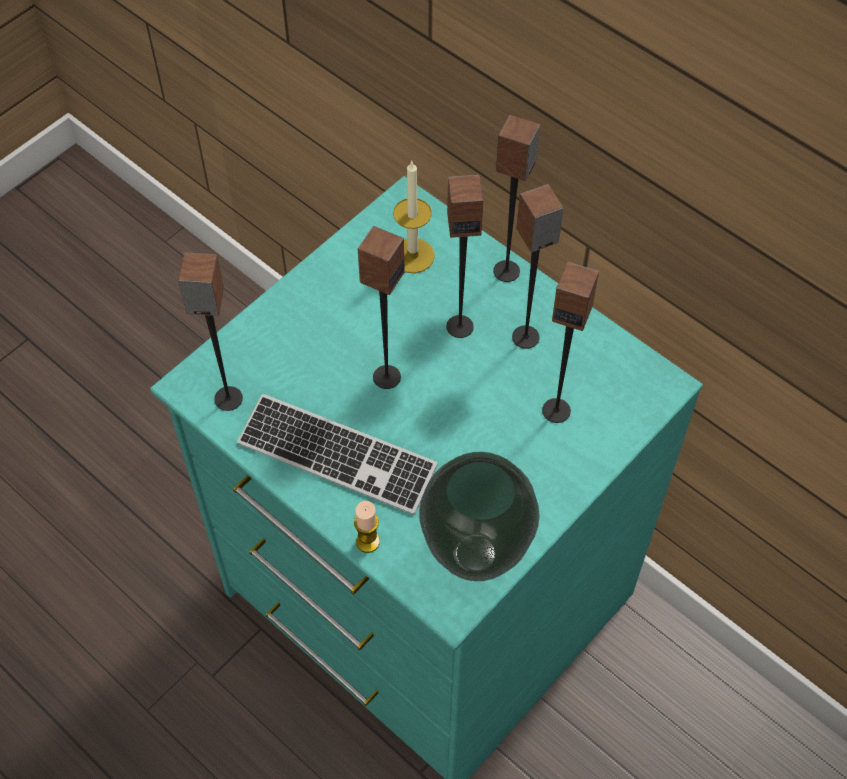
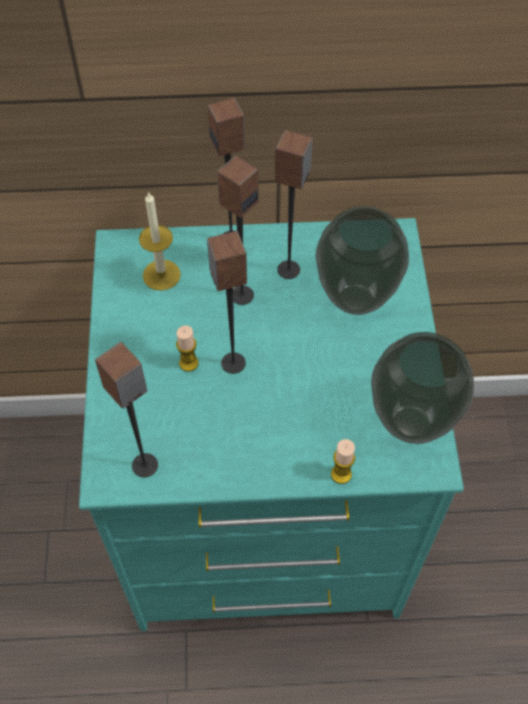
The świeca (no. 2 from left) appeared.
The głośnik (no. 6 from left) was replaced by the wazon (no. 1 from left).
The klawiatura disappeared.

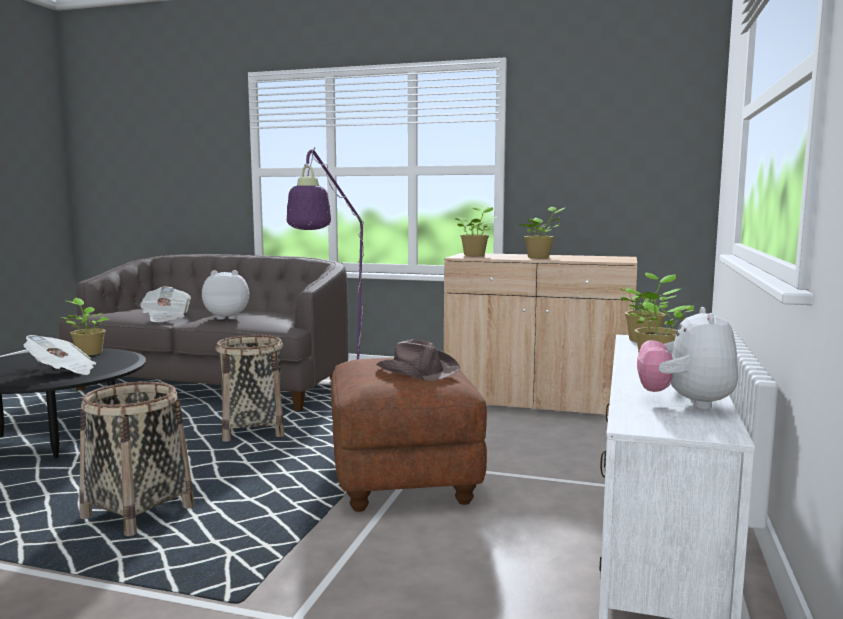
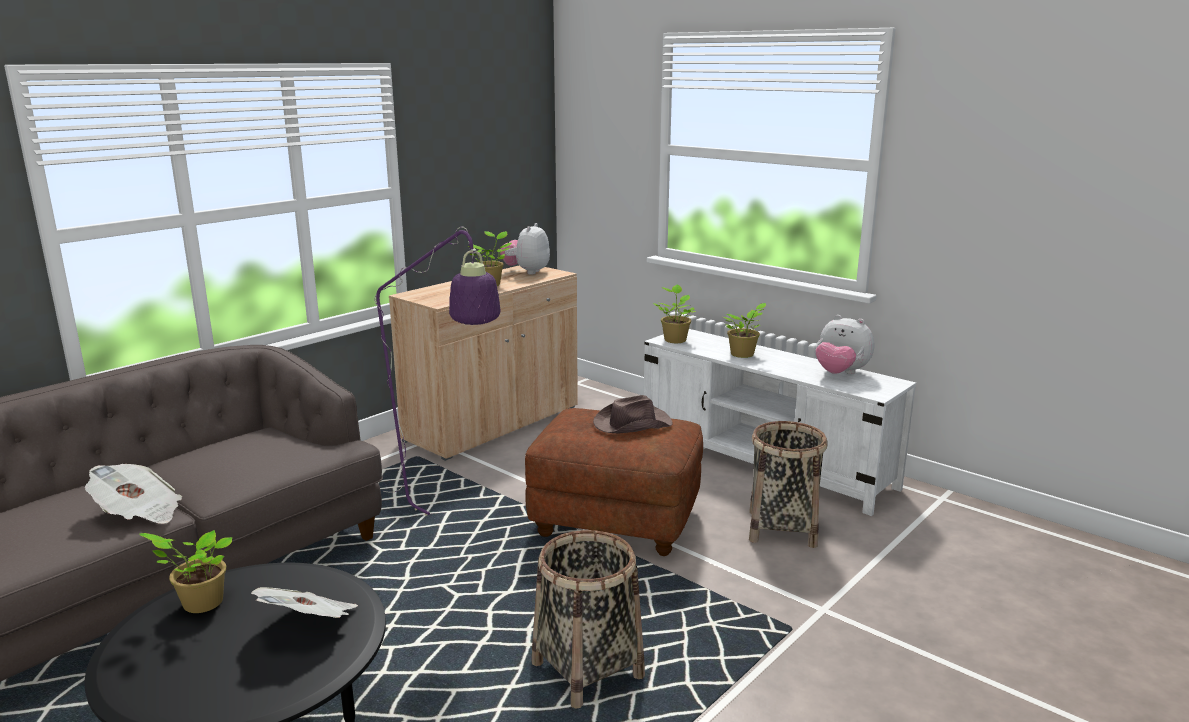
The pluszak (no. 1 from left) moved.
The koszyk (no. 2 from left) moved.
The roślina doniczkowa (no. 2 from left) disappeared.

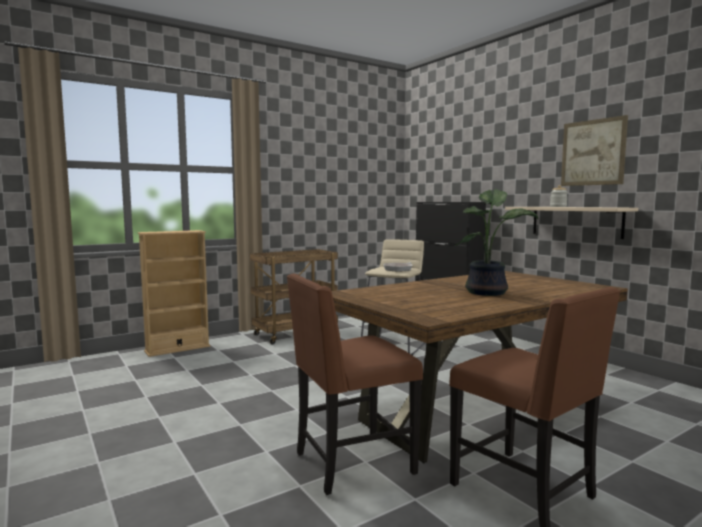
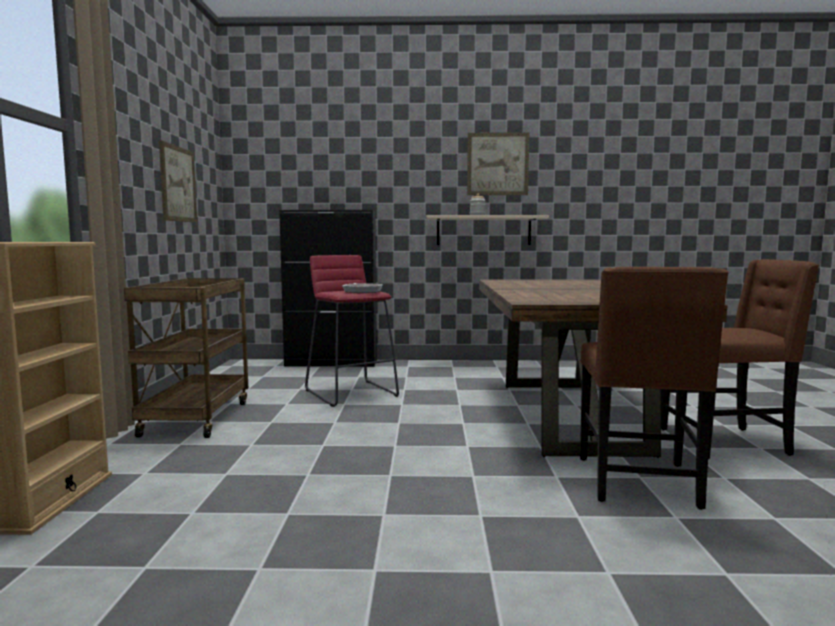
The obraz (no. 1 from left) appeared.
The stołek (beżowy) became the stołek (czerwony).
The roślina doniczkowa disappeared.

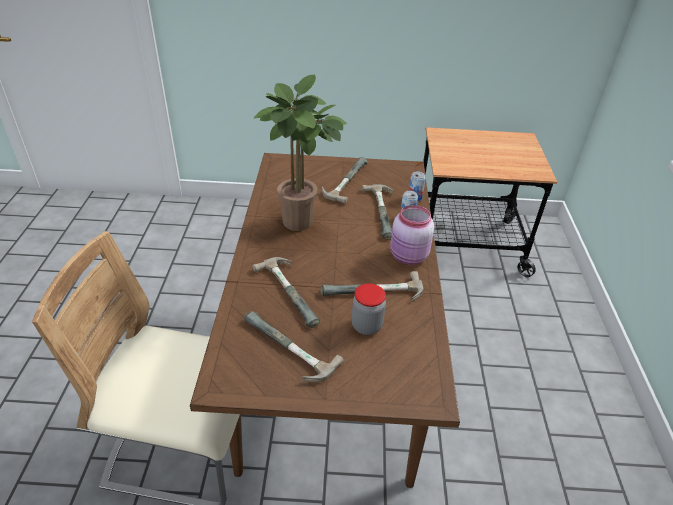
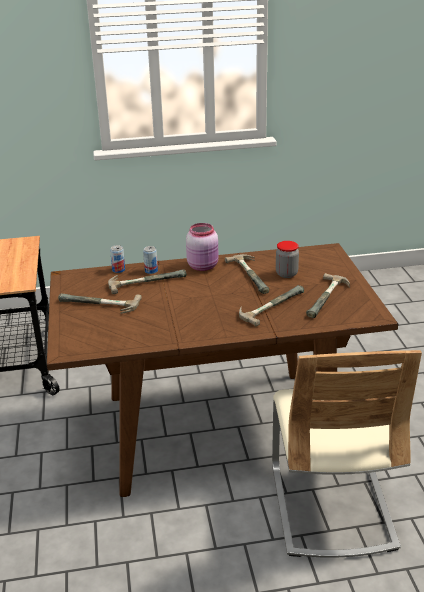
The roślina doniczkowa disappeared.

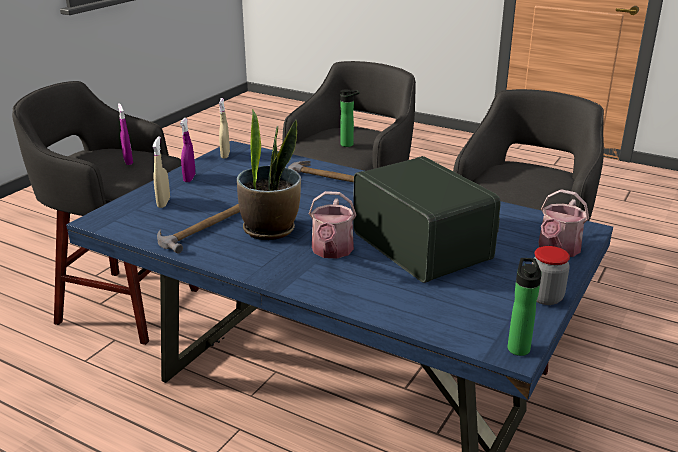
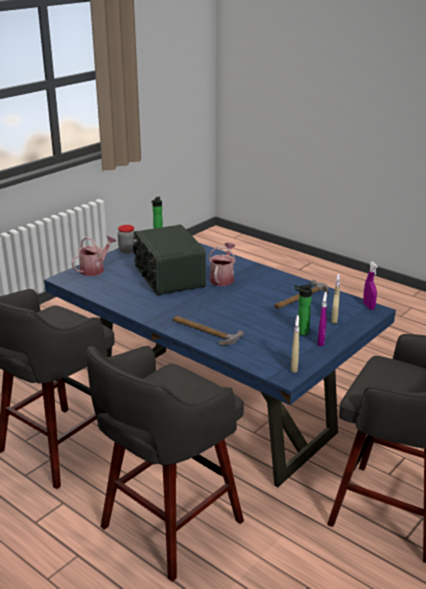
The butelka (no. 1 from left in the first image) moved.
The spryskiwacz (fioletowy) (no. 1 from left in the first image) moved.
The roślina doniczkowa disappeared.

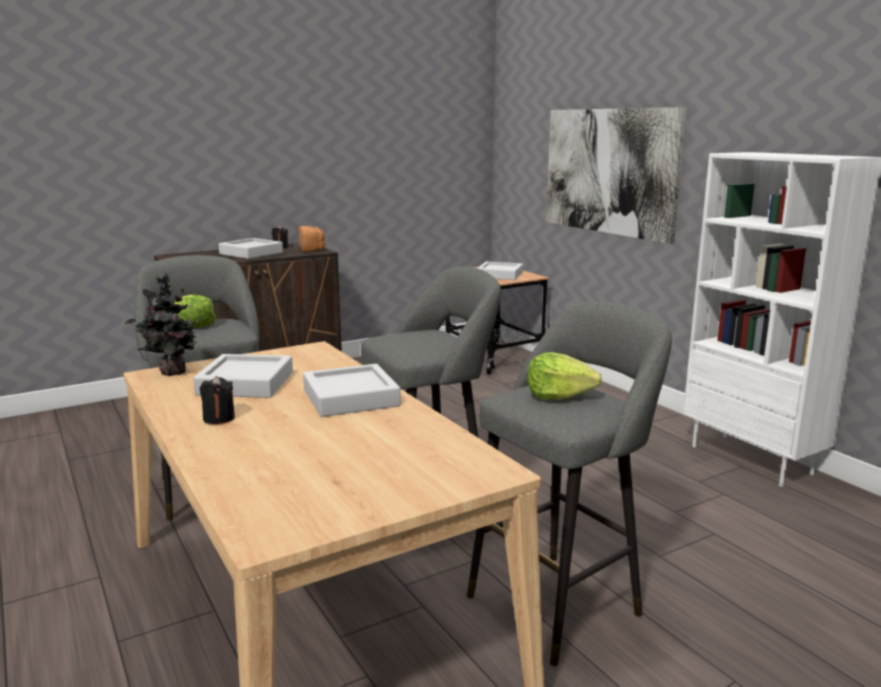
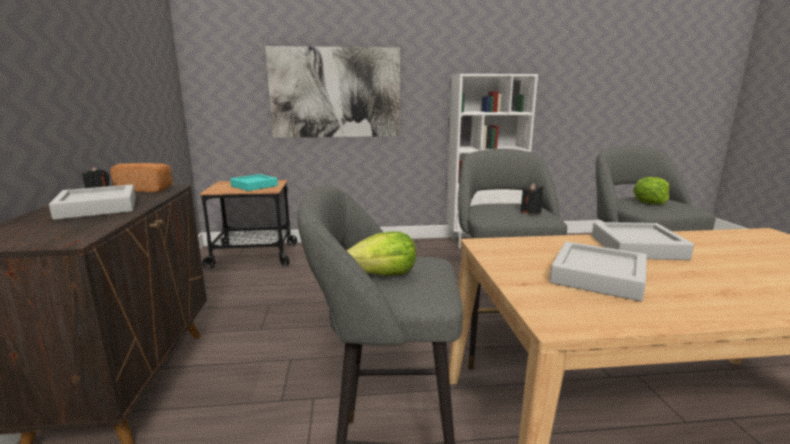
The taca (szary) (no. 4 from left) became the taca (turkusowy).
The świeca (czarny) (no. 1 from left in the first image) moved.
The roślina doniczkowa disappeared.

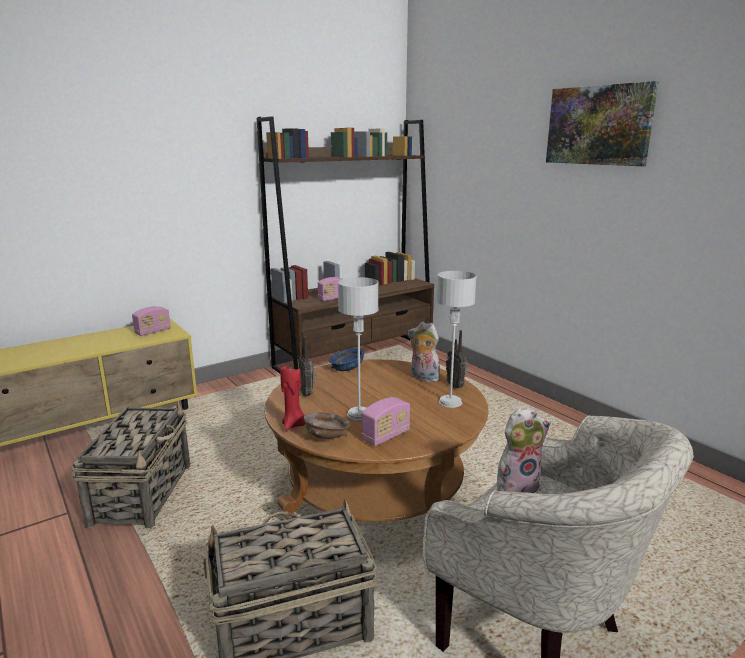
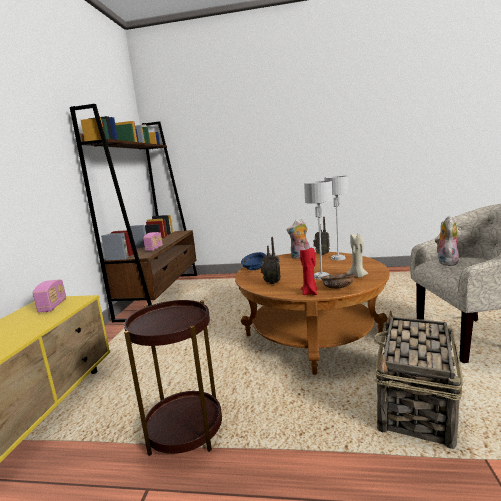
The koszyk (no. 1 from left) was replaced by the stolik (brązowy).
The radio (no. 4 from left) was replaced by the świeca (beżowy).
The obraz disappeared.

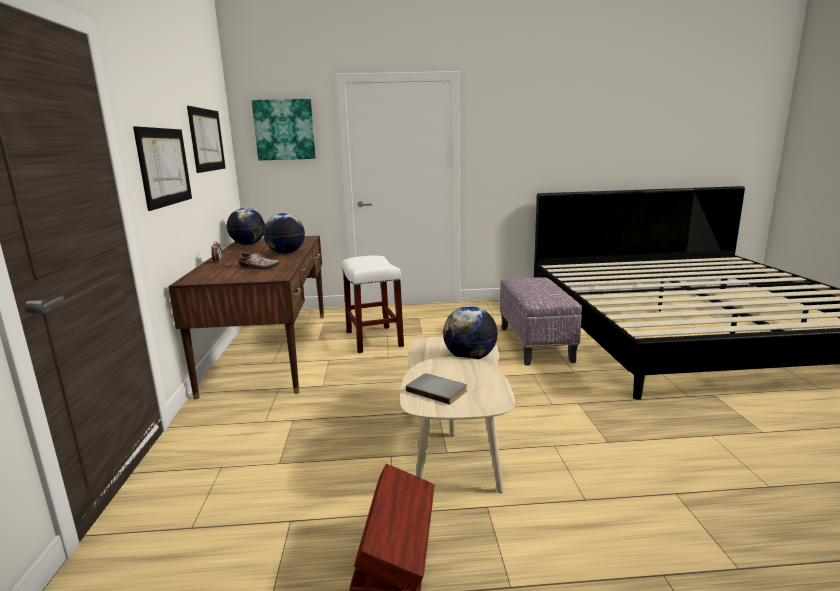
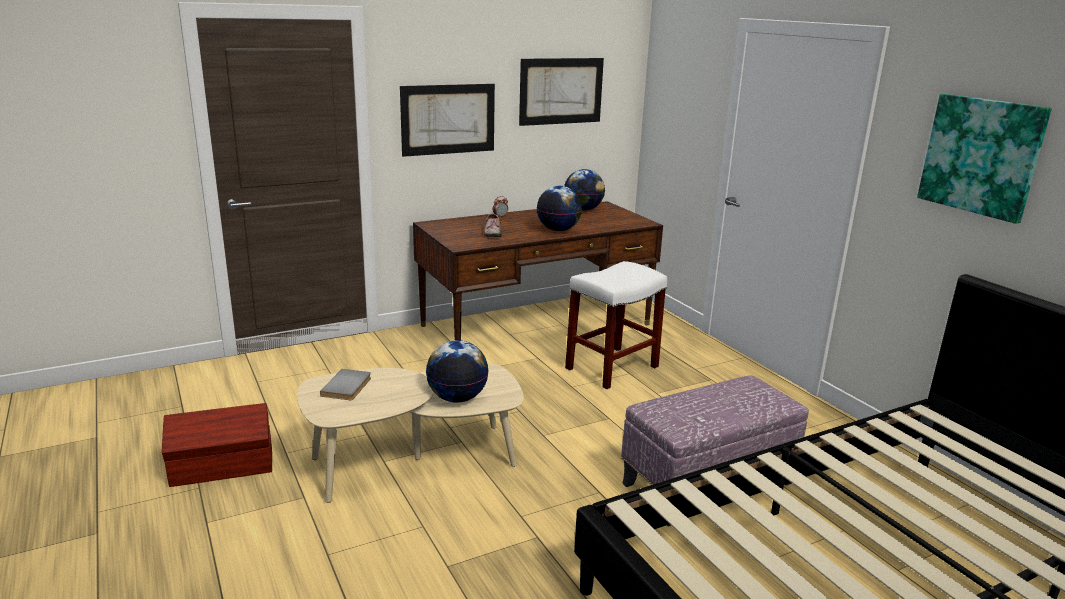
The obraz (no. 3 from left) moved.

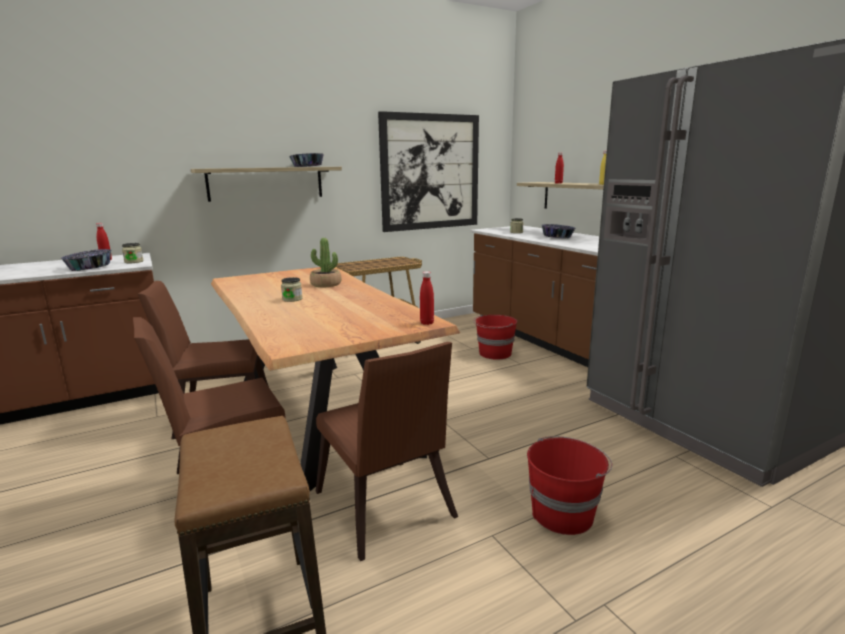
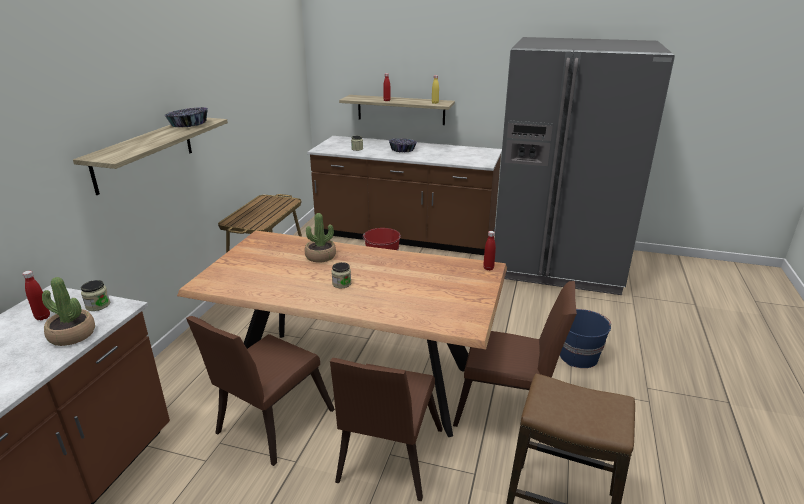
The miska (no. 1 from left) was replaced by the roślina doniczkowa (no. 1 from left).
The wiadro (czerwony) (no. 2 from left) became the wiadro (niebieski).
The obraz disappeared.

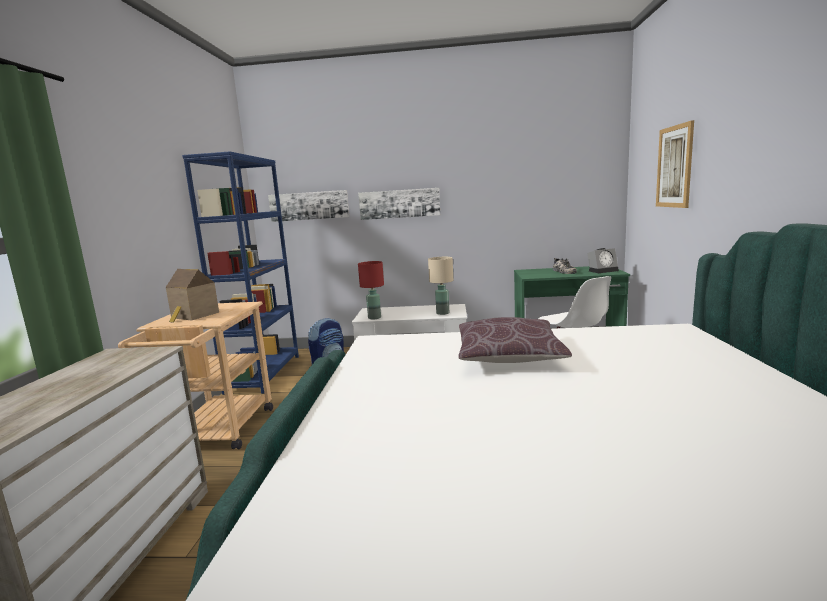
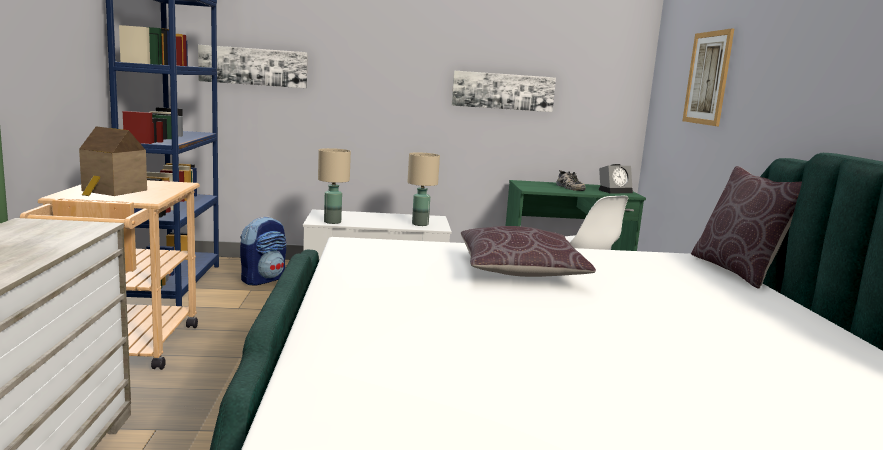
The lampa stołowa (czerwony) became the lampa stołowa (beżowy) (no. 1 from left).
The obraz (no. 2 from left) moved.
The poduszka (brązowy) (no. 2 from left) appeared.

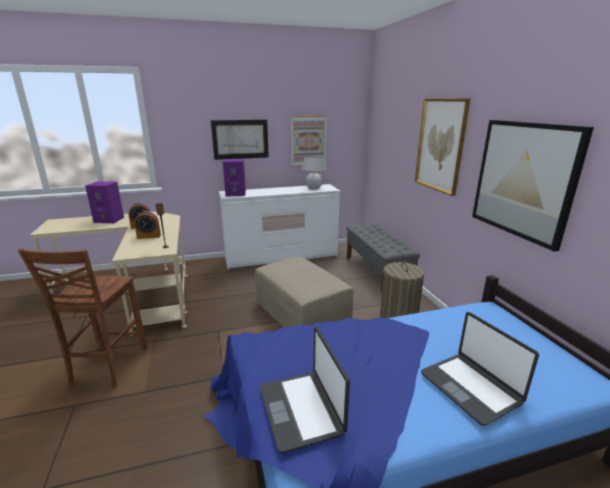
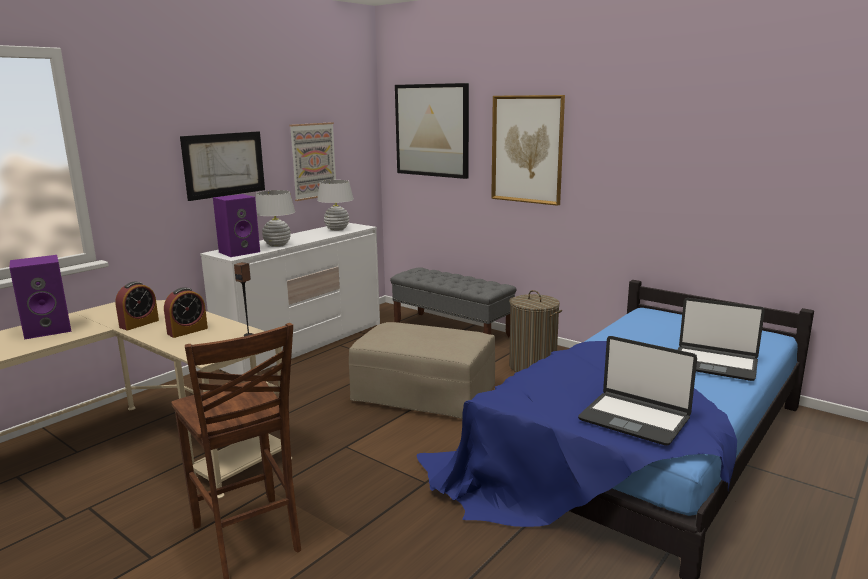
The lampa stołowa (biały) (no. 1 from left) appeared.
The obraz (no. 4 from left in the first image) moved.

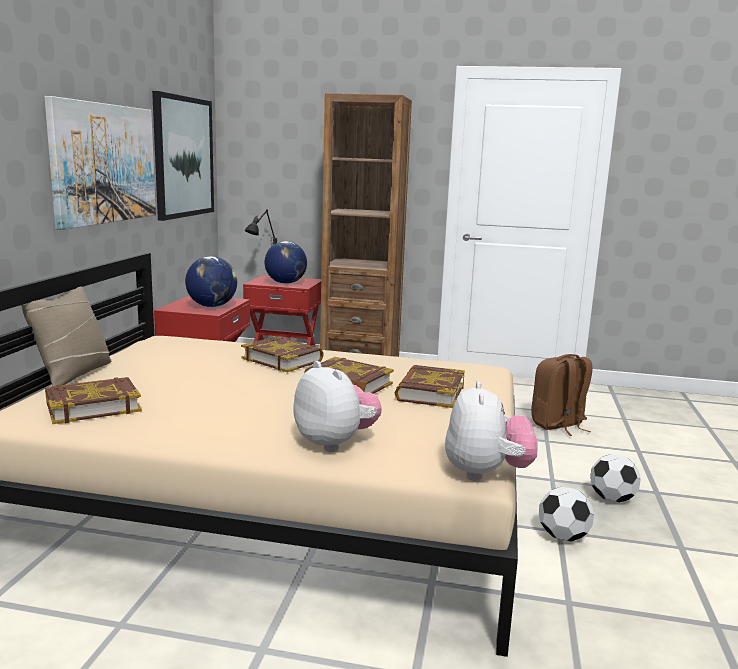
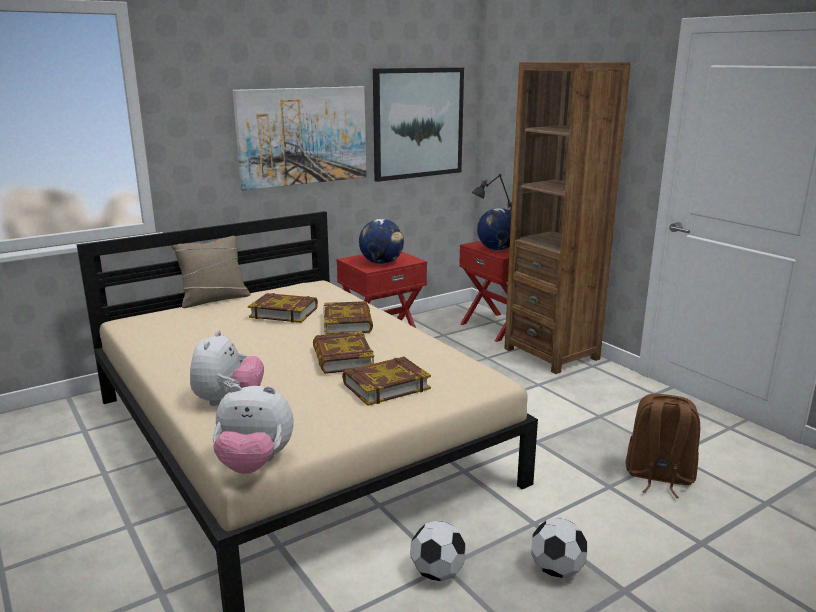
The pluszak (no. 2 from left) turned 45 degrees clockwise.
The książka (no. 1 from left) moved.

